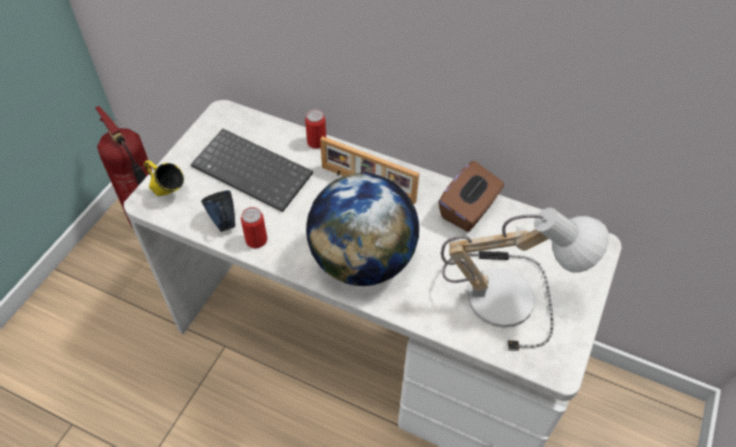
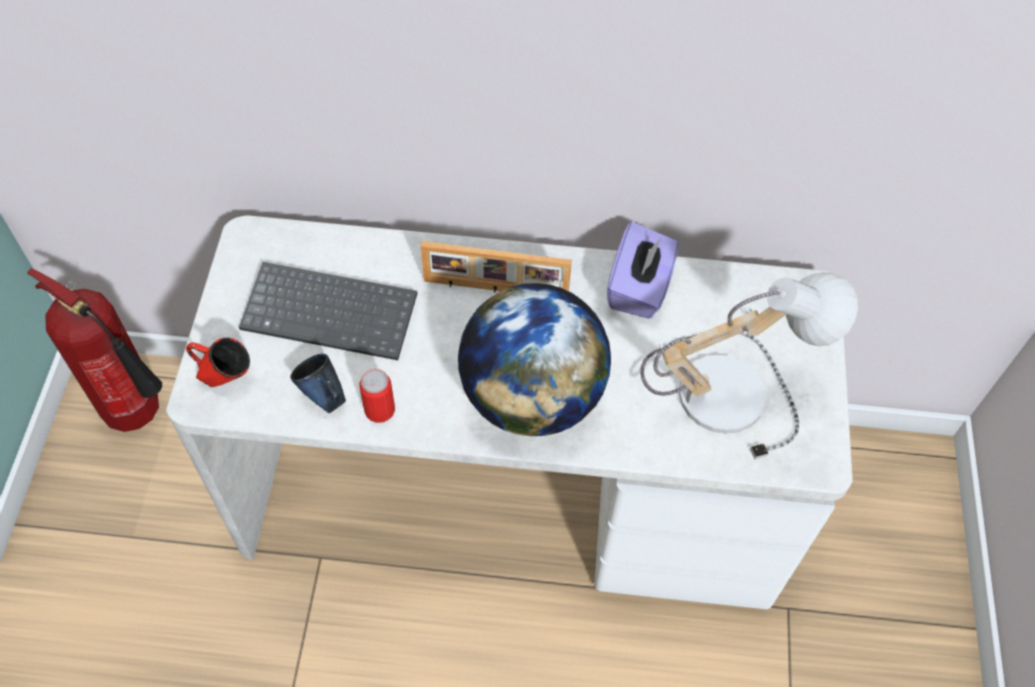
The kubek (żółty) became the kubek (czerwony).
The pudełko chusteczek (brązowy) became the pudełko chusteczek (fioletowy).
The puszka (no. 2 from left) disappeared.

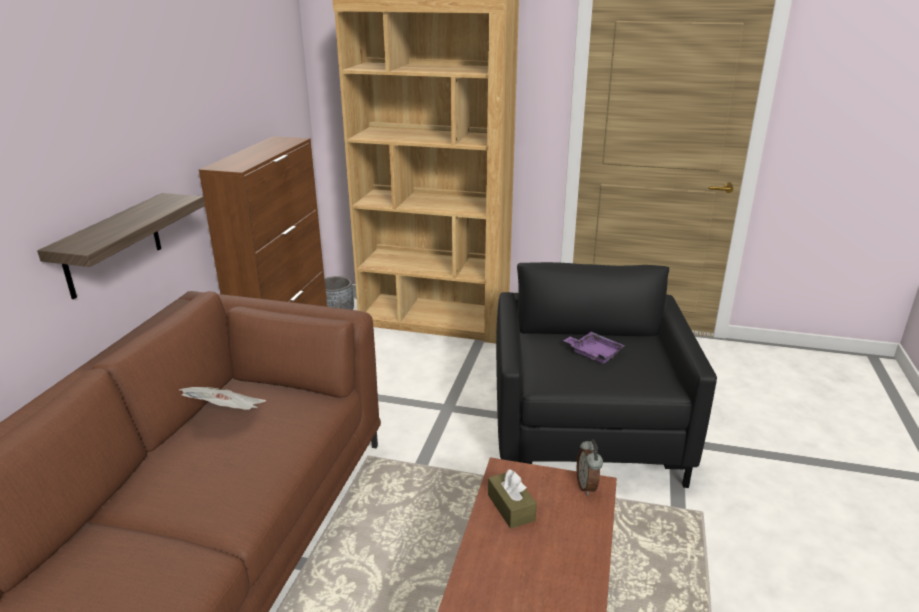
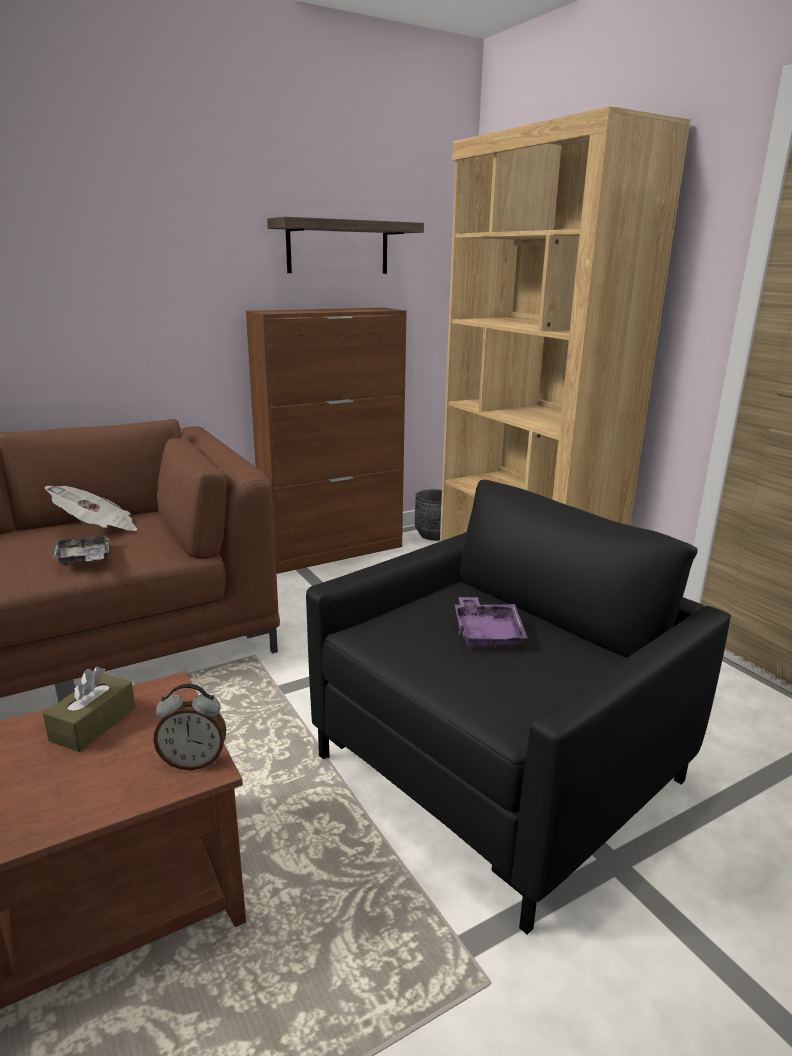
The taca (szary) appeared.
The budzik turned 135 degrees counterclockwise.
The półka moved.

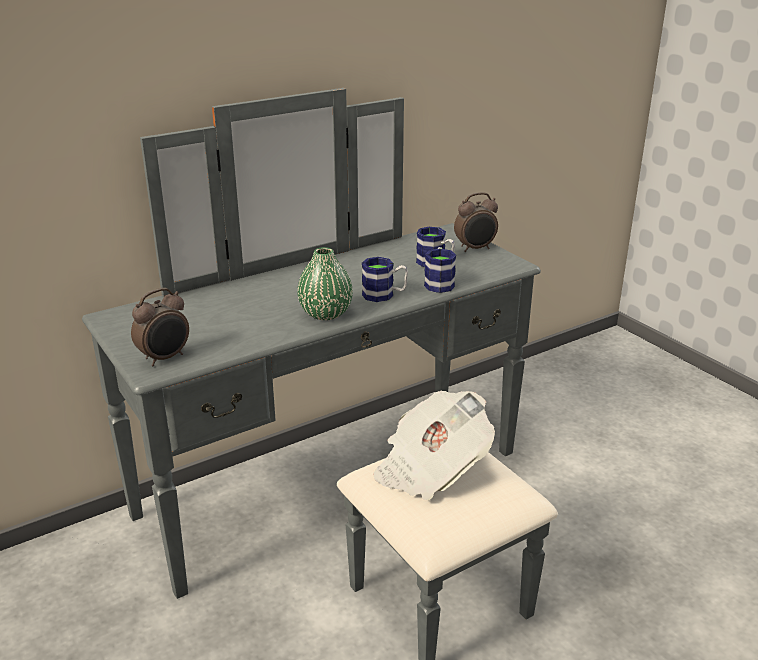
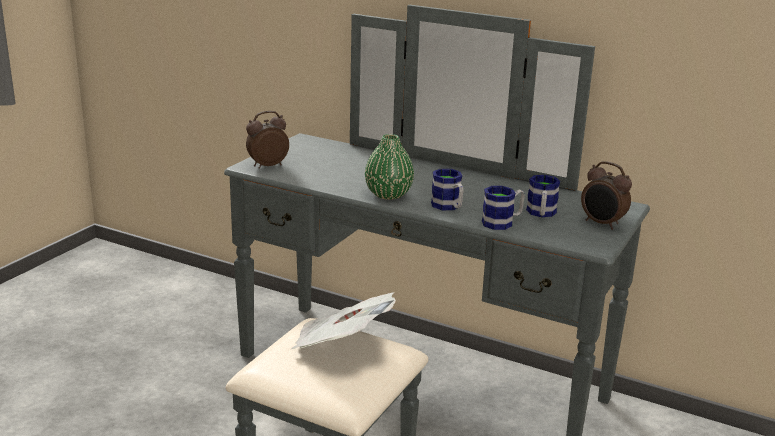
The budzik (no. 1 from left) turned 135 degrees clockwise.

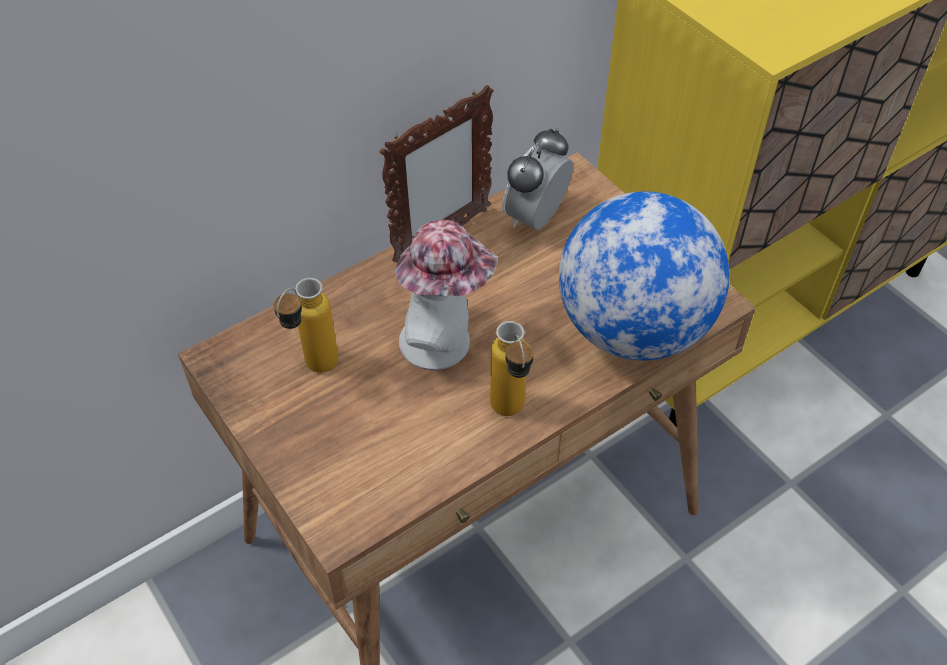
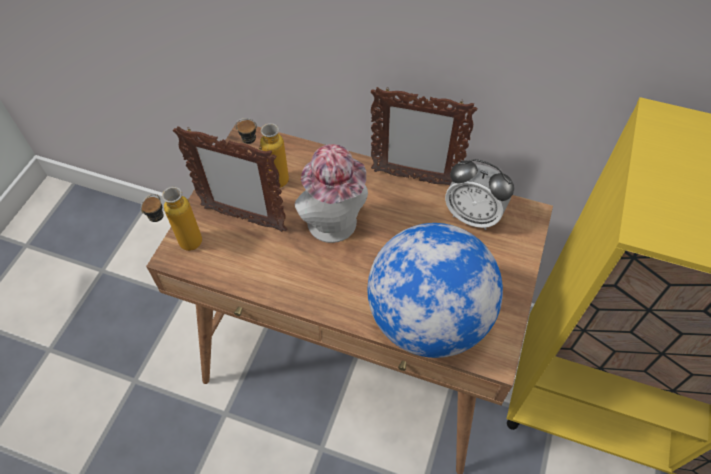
The butelka (no. 2 from left in the first image) moved.
The ramka na zdjęcie (no. 1 from left) appeared.
The budzik turned 150 degrees counterclockwise.

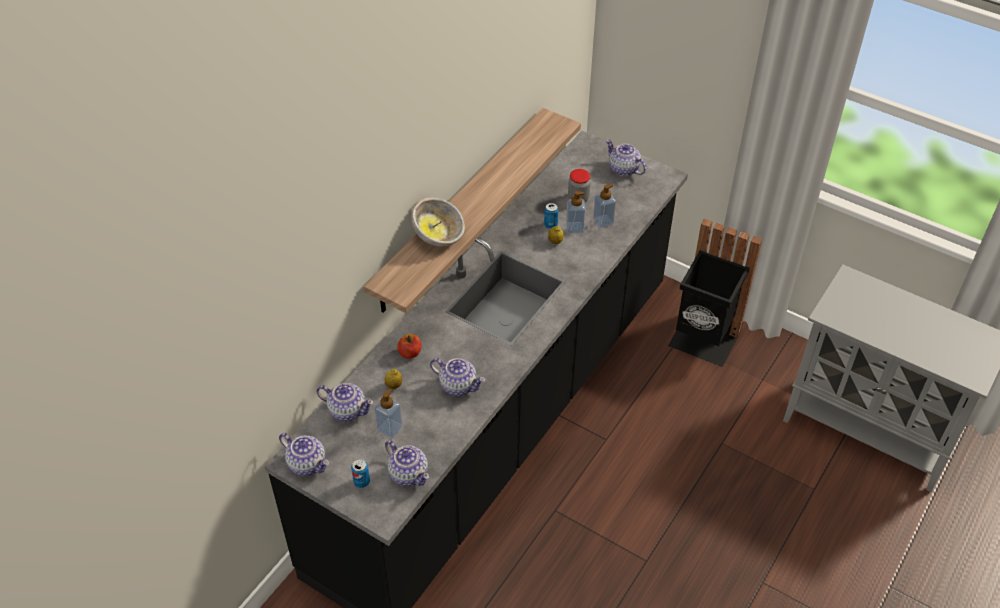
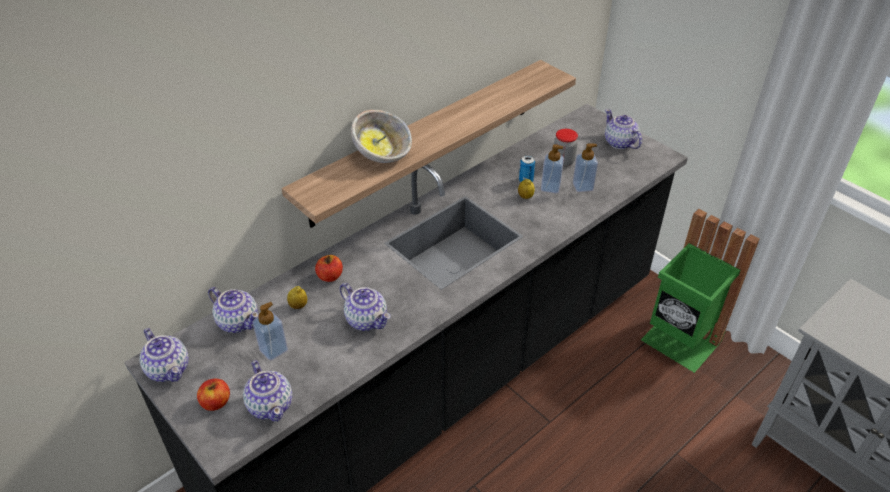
The puszka (no. 1 from left) was replaced by the jabłko (no. 1 from left).
The kosz na śmieci (czarny) became the kosz na śmieci (zielony).

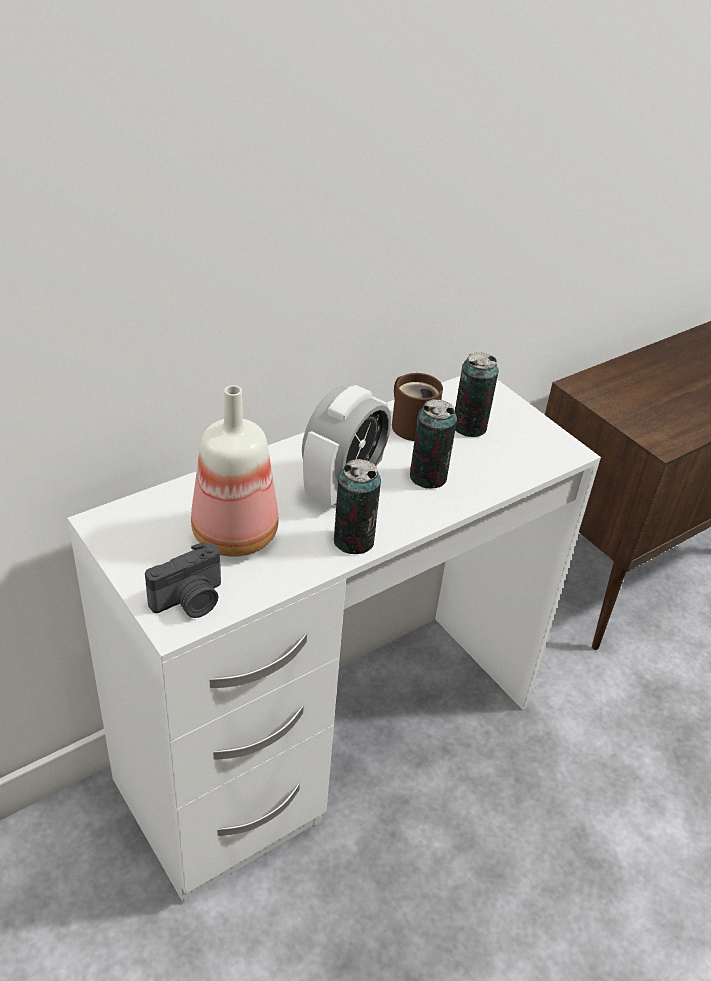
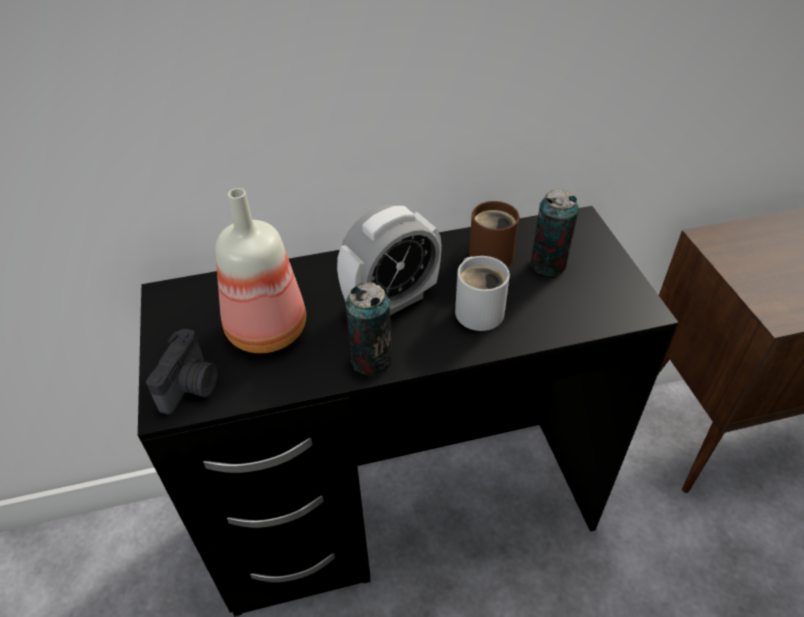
The biurko (biały) became the biurko (czarny).
The aparat fotograficzny turned 60 degrees counterclockwise.
The puszka (no. 2 from left) was replaced by the kubek (biały).

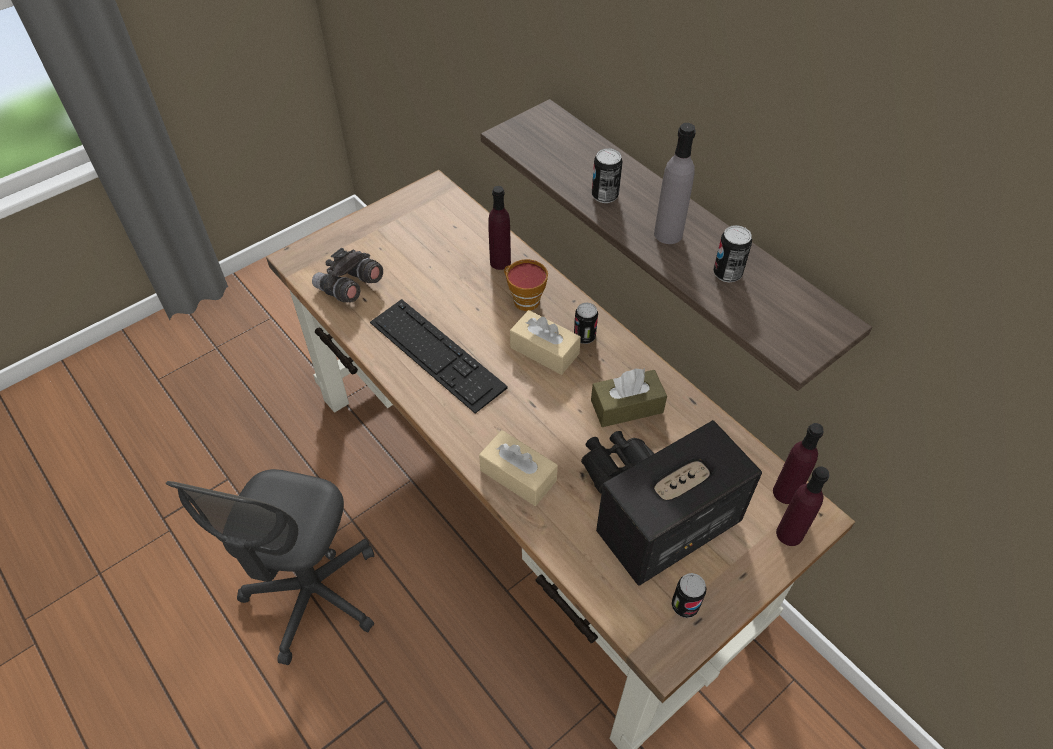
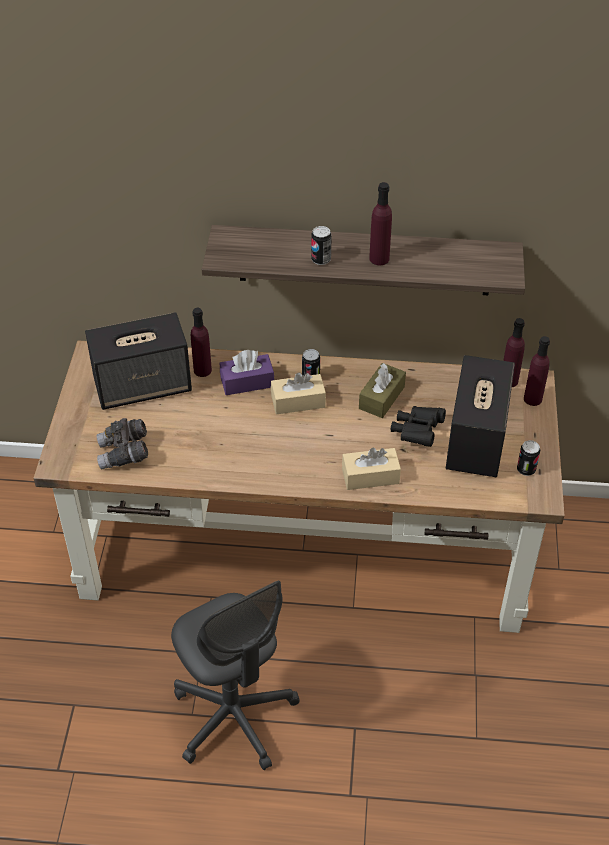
The głośnik (no. 1 from left) appeared.
The filiżanka was replaced by the pudełko chusteczek (fioletowy).
The butelka (szary) became the butelka (fioletowy) (no. 2 from left).
The klawiatura disappeared.
The puszka (no. 4 from left) disappeared.

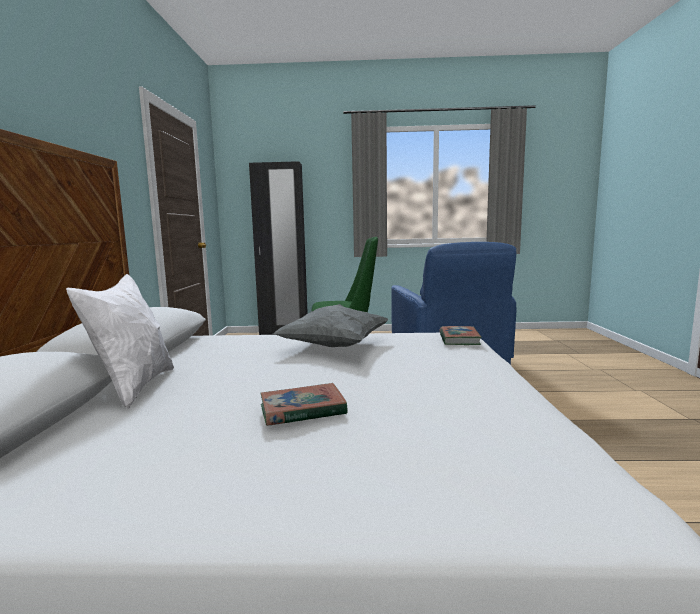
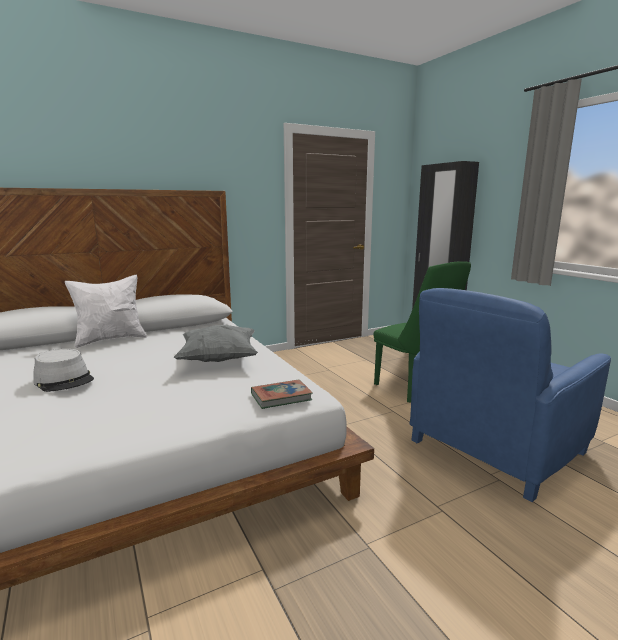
The książka (no. 1 from left) was replaced by the kapelusz (szary).

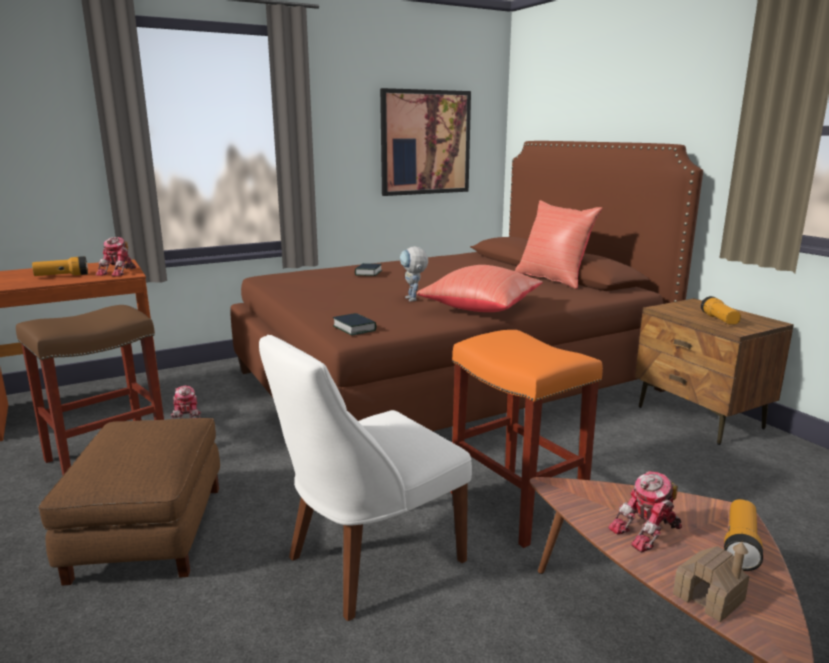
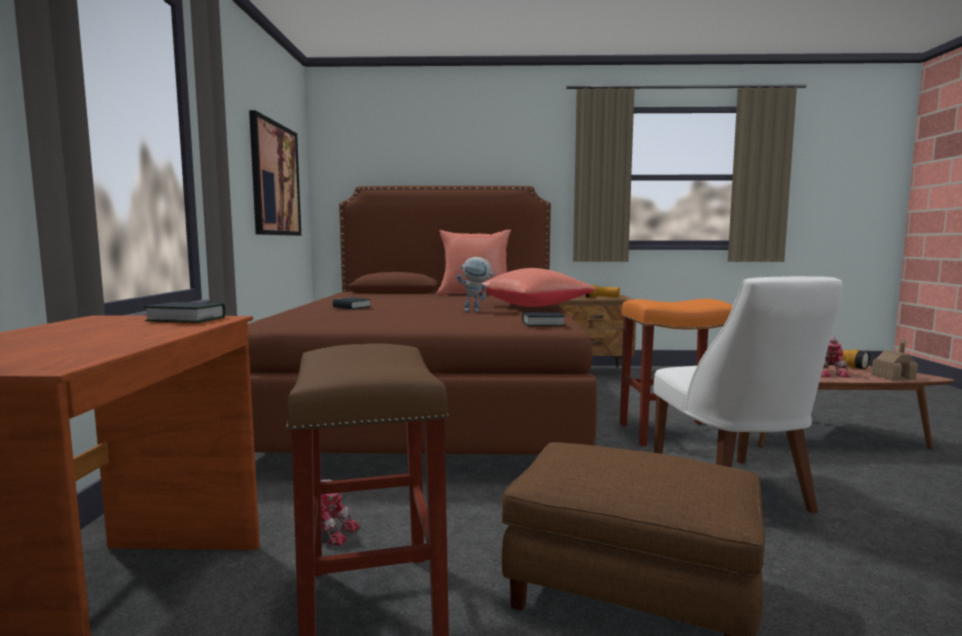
The robot zabawkowy (no. 1 from left) was replaced by the książka (no. 1 from left).
The latarka (no. 1 from left) disappeared.

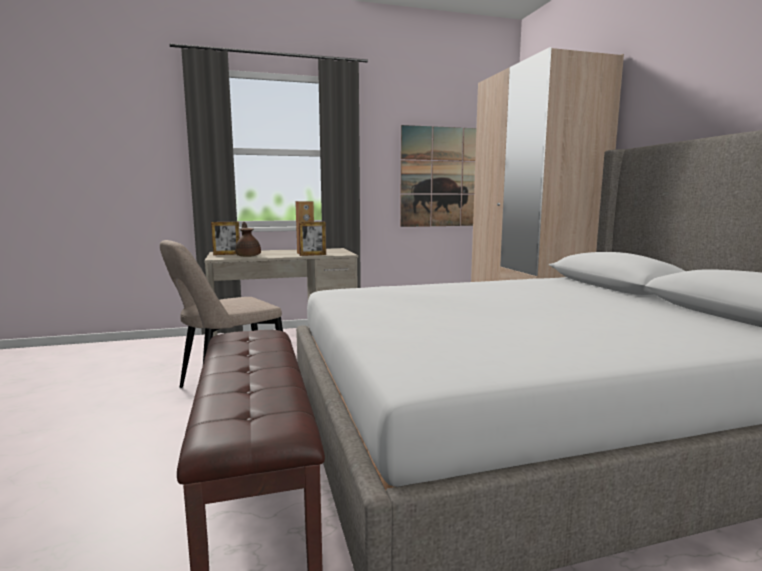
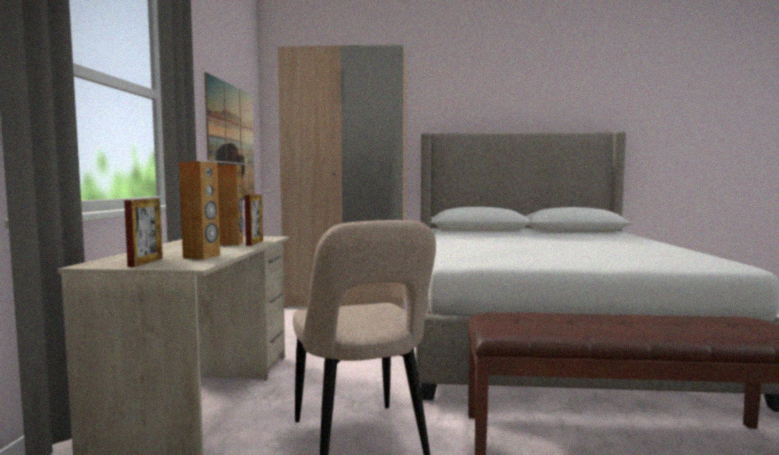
The imbryk (brązowy) was replaced by the głośnik (brązowy) (no. 1 from left).

